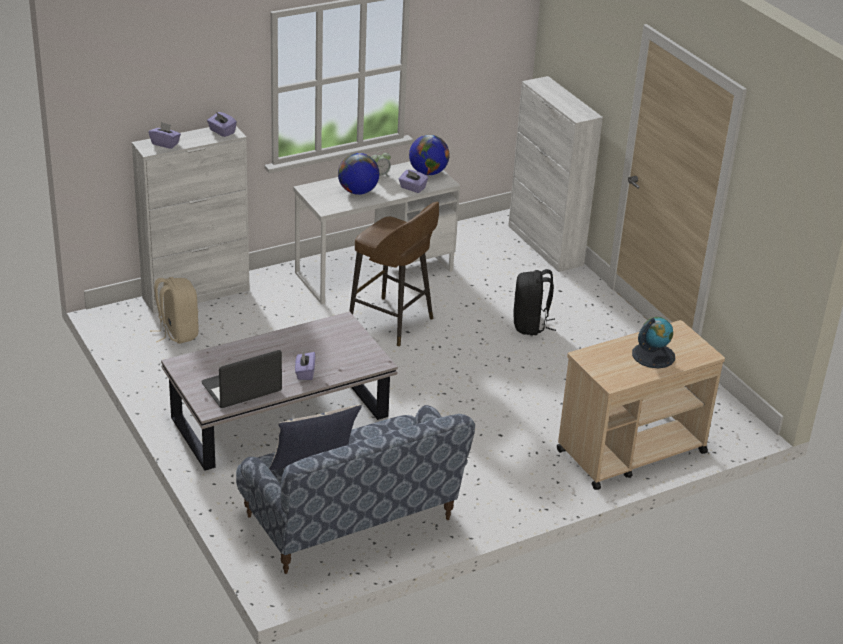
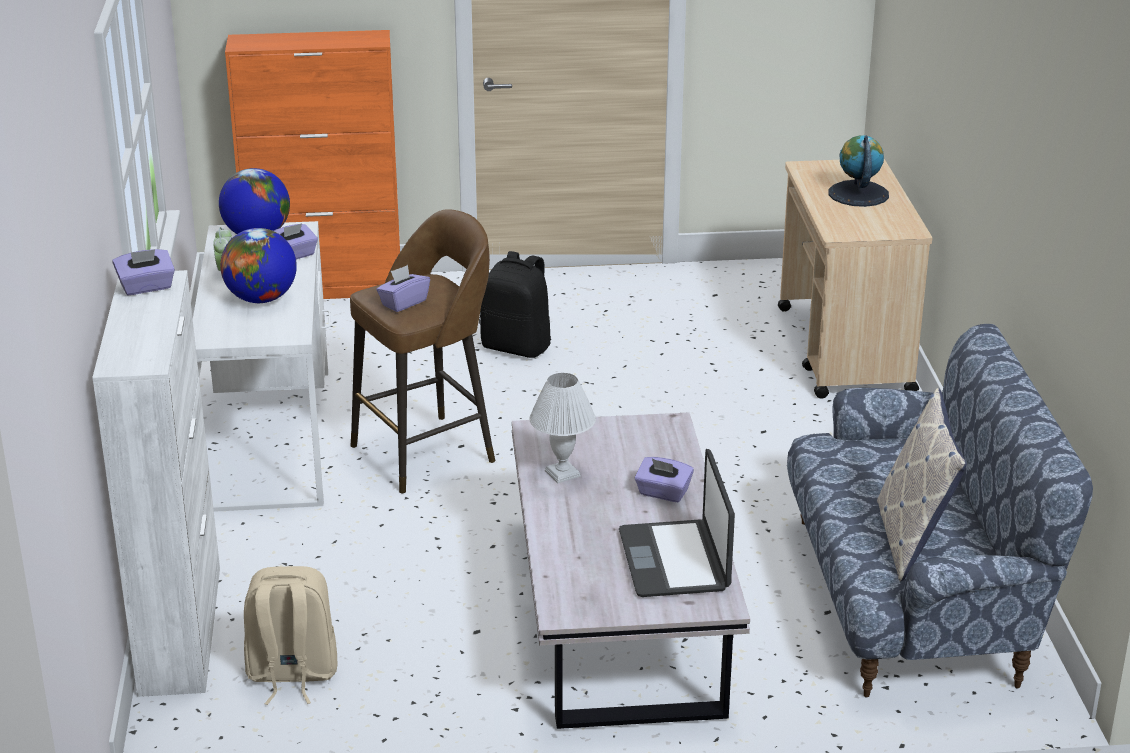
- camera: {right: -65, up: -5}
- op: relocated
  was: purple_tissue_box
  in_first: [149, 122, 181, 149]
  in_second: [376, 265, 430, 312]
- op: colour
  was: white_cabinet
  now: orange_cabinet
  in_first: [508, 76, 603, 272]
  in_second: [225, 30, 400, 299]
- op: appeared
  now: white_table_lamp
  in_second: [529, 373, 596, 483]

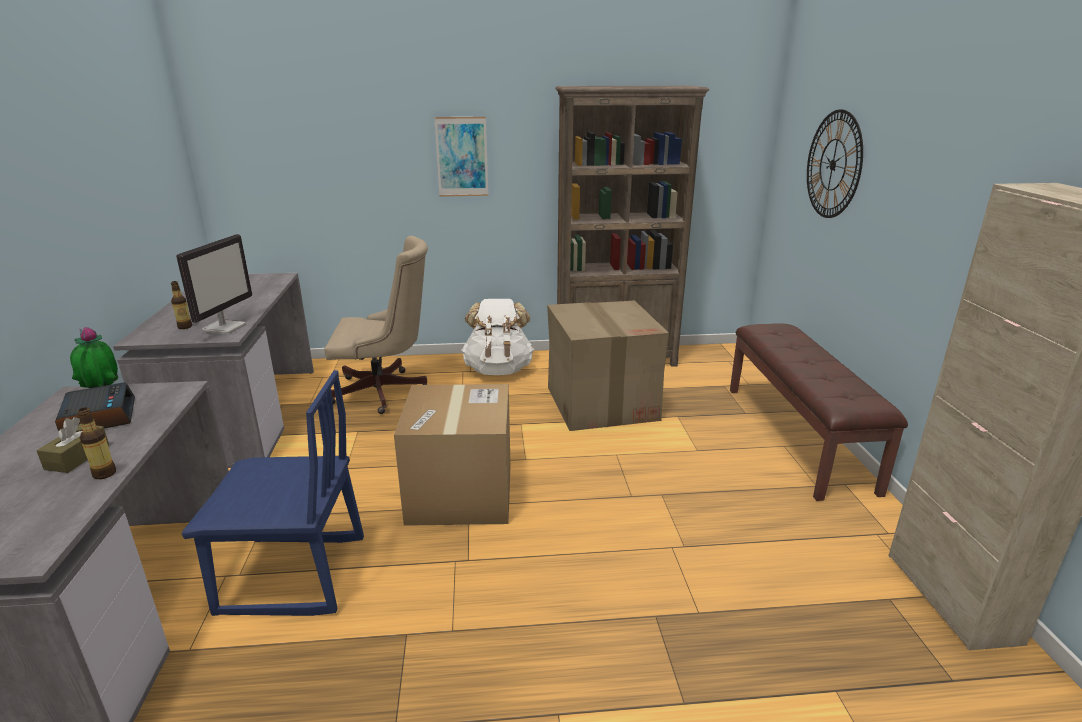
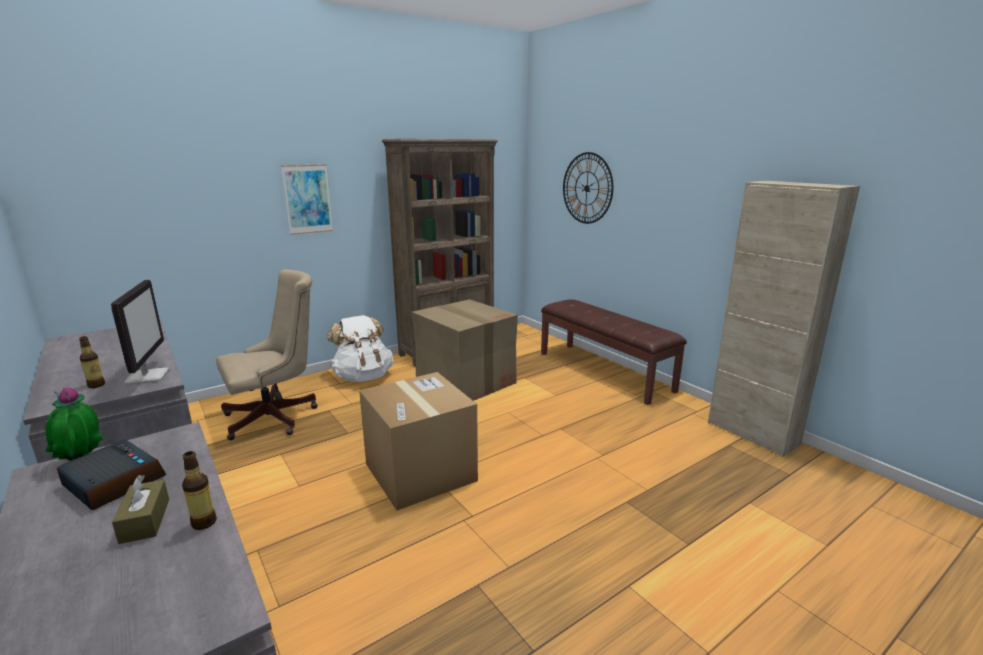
- camera: {right: -30, up: -5}
- op: missing
  was: blue_chair
  in_first: [181, 370, 364, 616]

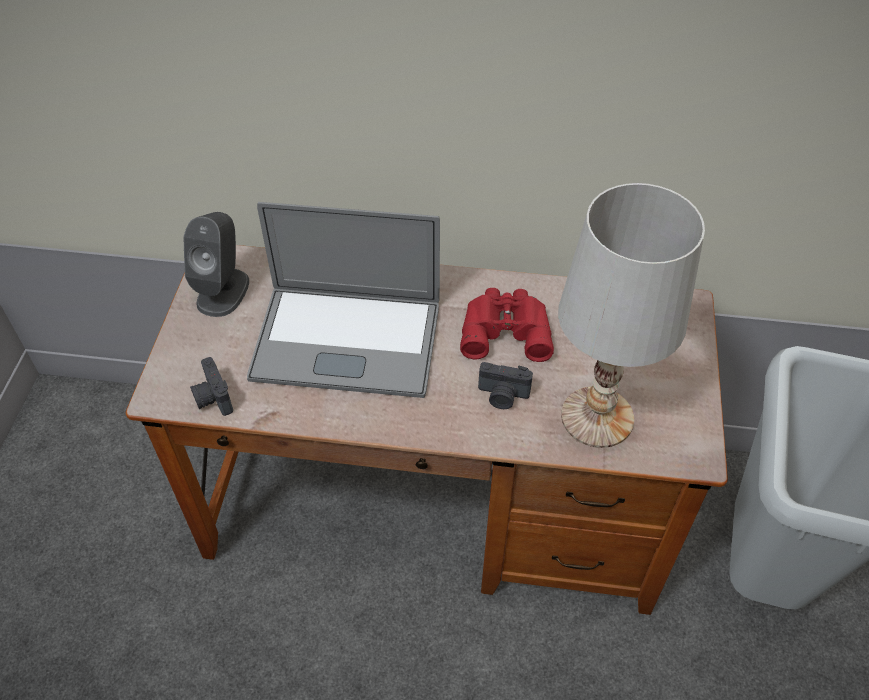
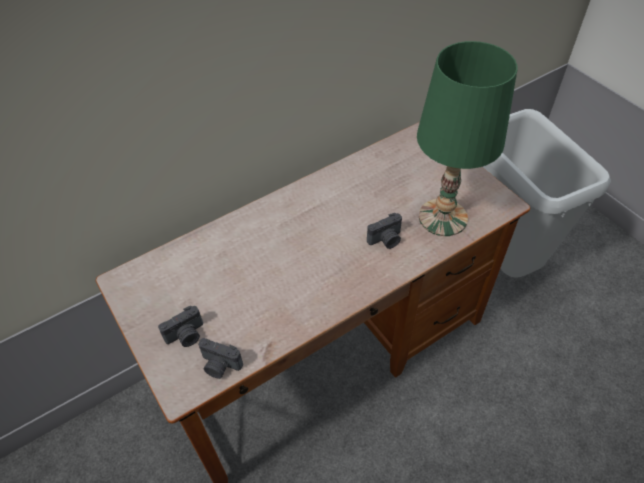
- camera: {right: -40, up: 0}
- op: missing
  was: grey_speaker
  in_first: [183, 212, 249, 317]
- op: missing
  was: laptop
  in_first: [247, 202, 440, 398]
- op: missing
  was: red_binoculars
  in_first: [460, 288, 554, 362]
- op: colour
  was: white_table_lamp
  now: green_table_lamp
  in_first: [558, 183, 705, 448]
  in_second: [417, 41, 518, 236]
- op: appeared
  now: photo_camera
  in_second: [158, 306, 203, 347]

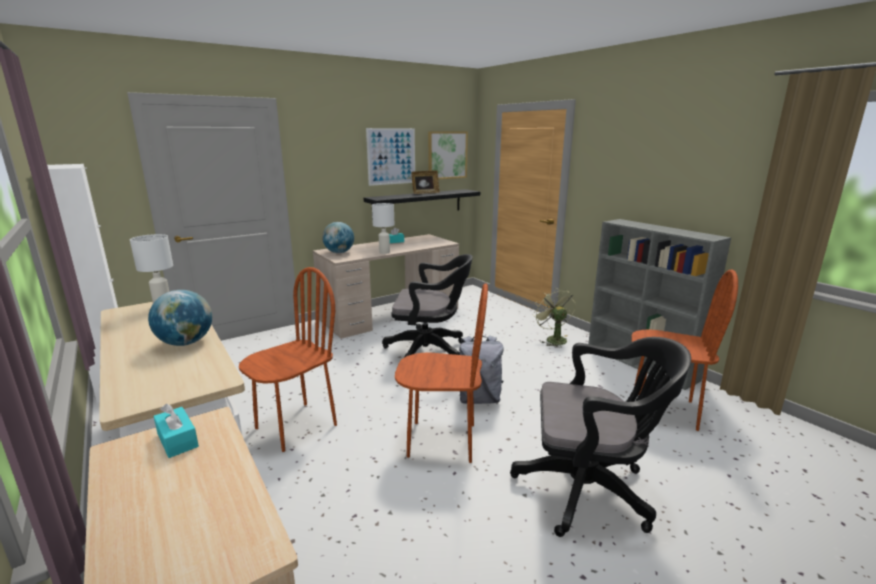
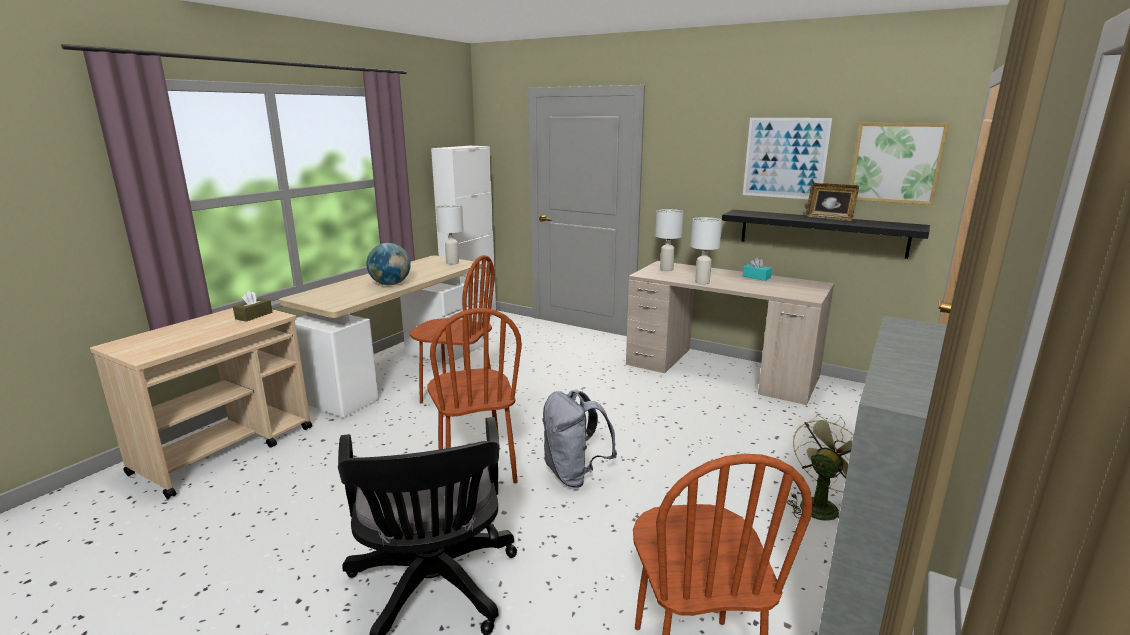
- camera: {right: 65, up: 0}
- op: colour
  was: turquoise_tissue_box
  now: brown_tissue_box
  in_first: [153, 404, 199, 458]
  in_second: [233, 290, 272, 322]
- op: exchanged
  was: globe
  now: white_table_lamp
  in_first: [322, 222, 354, 253]
  in_second: [655, 209, 684, 271]
- op: missing
  was: black_office_chair
  in_first: [382, 254, 473, 358]

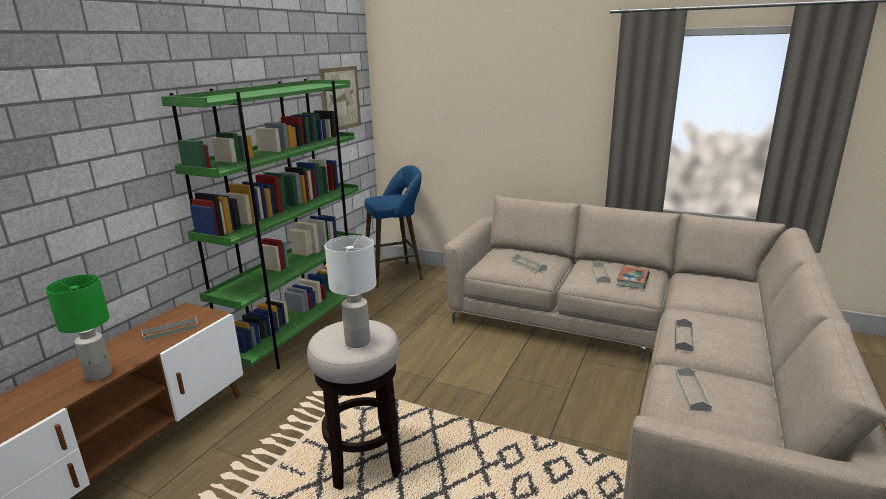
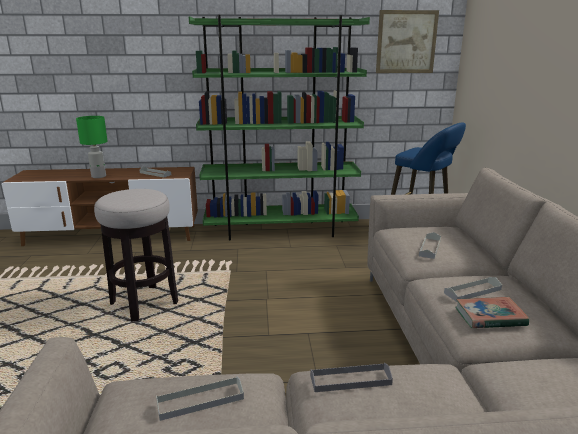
- camera: {right: 60, up: 0}
- op: missing
  was: white_table_lamp
  in_first: [325, 235, 377, 348]

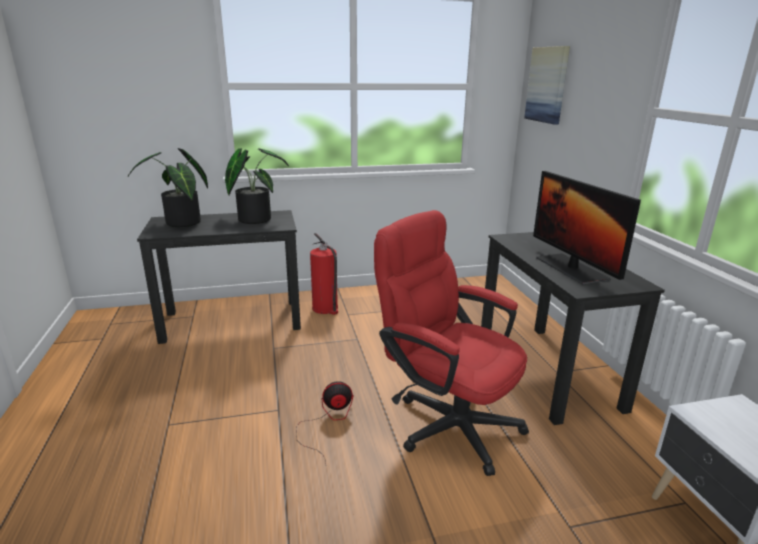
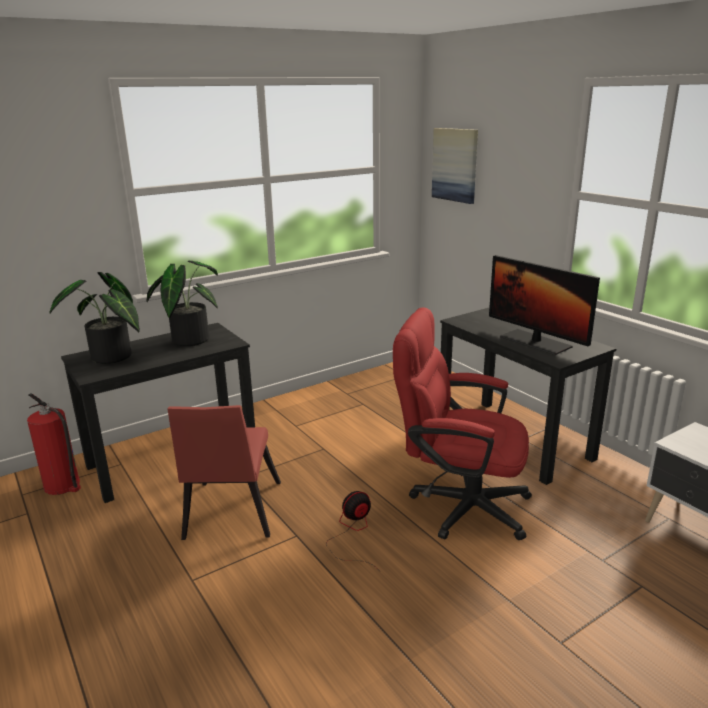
- camera: {right: -20, up: 0}
- op: relocated
  was: fire_extinguisher
  in_first: [310, 233, 338, 315]
  in_second: [27, 393, 81, 495]
- op: appeared
  now: red_chair
  in_second: [167, 405, 281, 540]

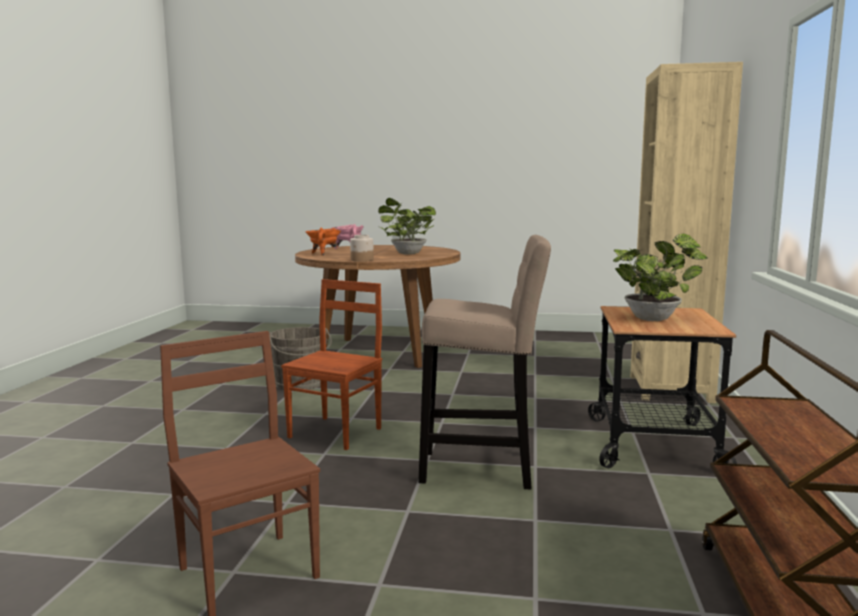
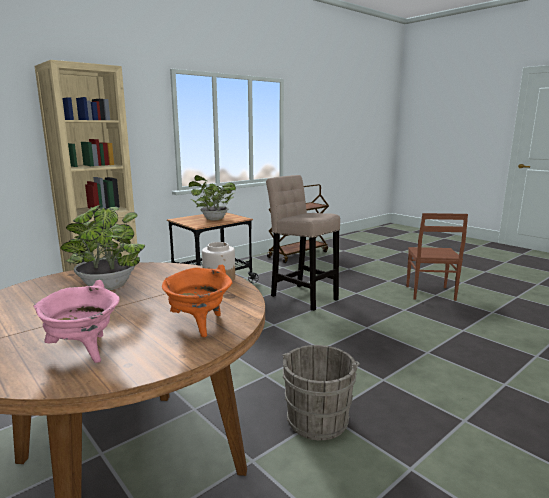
- camera: {right: -140, up: 5}
- op: missing
  was: brown_chair
  in_first: [281, 279, 382, 450]

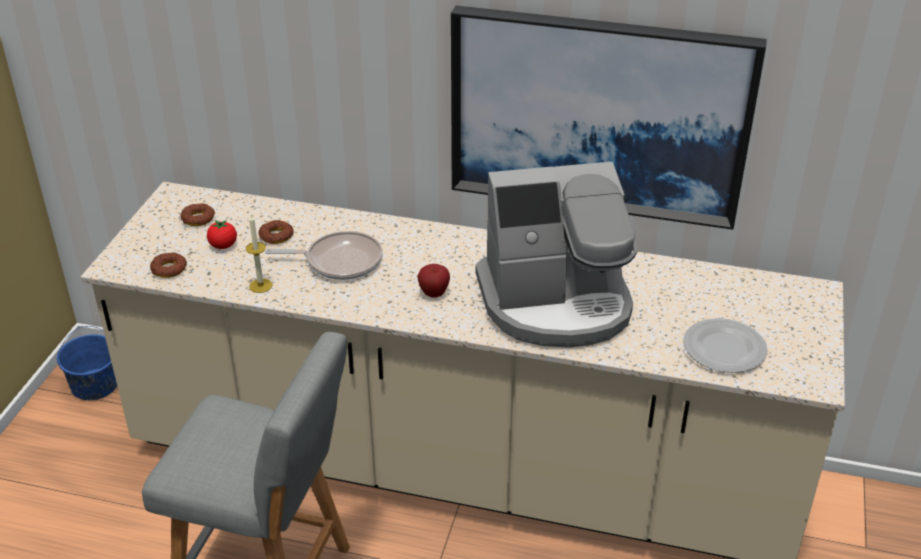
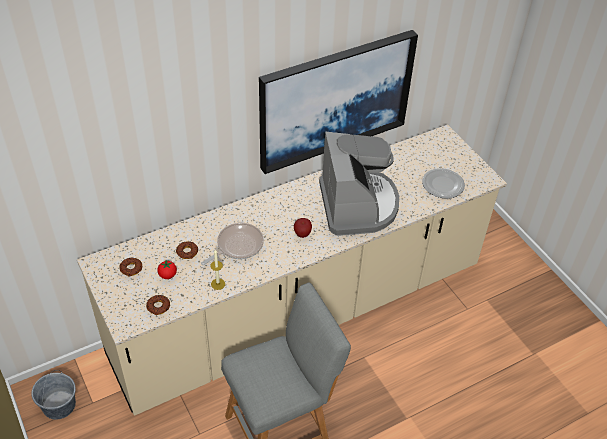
- camera: {right: -45, up: 10}
- op: colour
  was: blue_bucket
  now: grey_bucket
  in_first: [57, 326, 117, 400]
  in_second: [31, 370, 76, 420]
- op: spun
  was: coffee_machine
  in_first: [476, 162, 637, 348]
  in_second: [319, 132, 399, 236]
  clockwise: -45

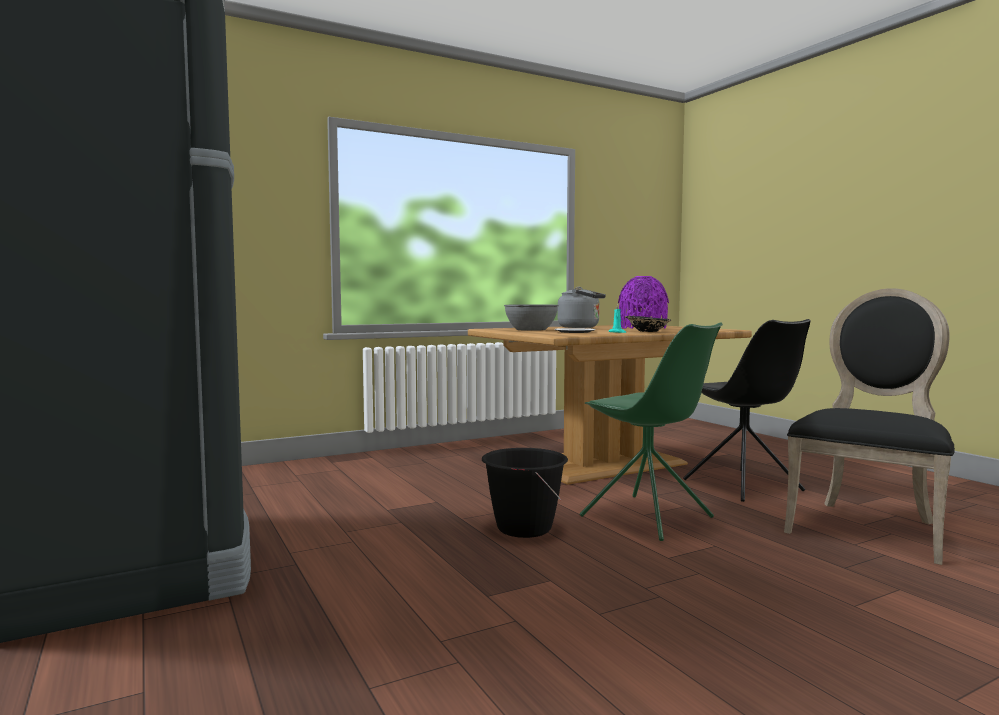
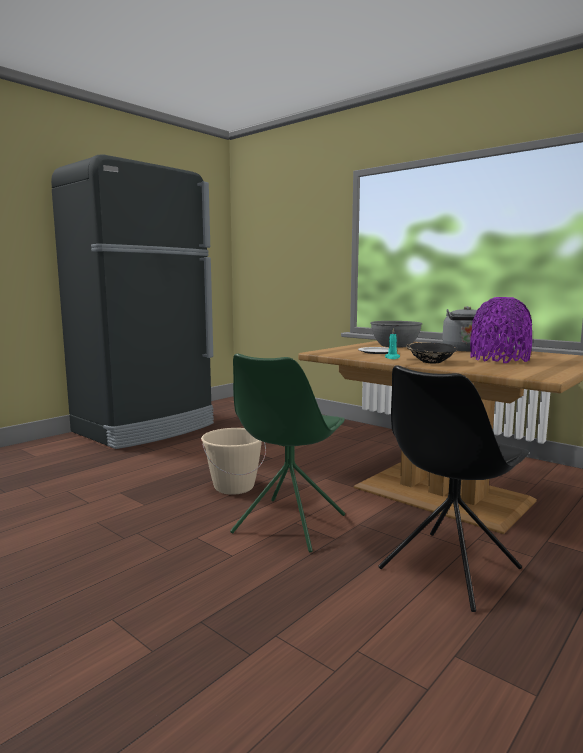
- camera: {right: 70, up: 5}
- op: colour
  was: black_bucket
  now: beige_bucket
  in_first: [482, 448, 568, 538]
  in_second: [201, 428, 266, 495]
- op: missing
  was: black_chair
  in_first: [784, 288, 955, 565]

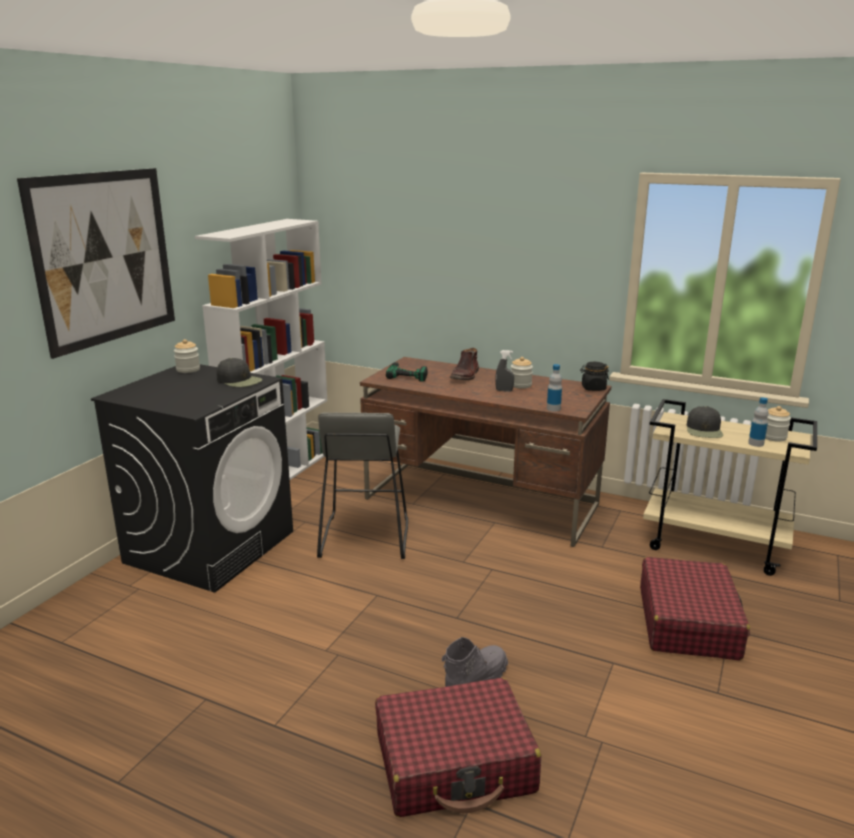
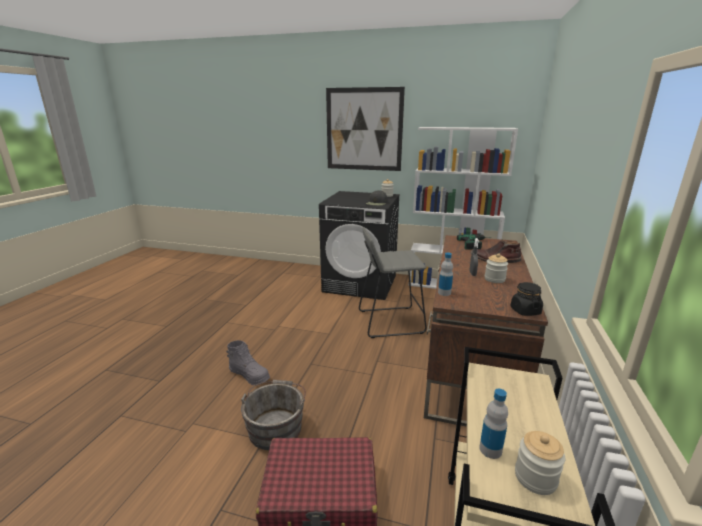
- camera: {right: 80, up: 0}
- op: missing
  was: red_suitcase
  in_first: [375, 678, 541, 817]
- op: missing
  was: black_cap
  in_first: [687, 406, 723, 438]
- op: appeared
  now: grey_bucket
  in_second: [241, 380, 306, 450]

